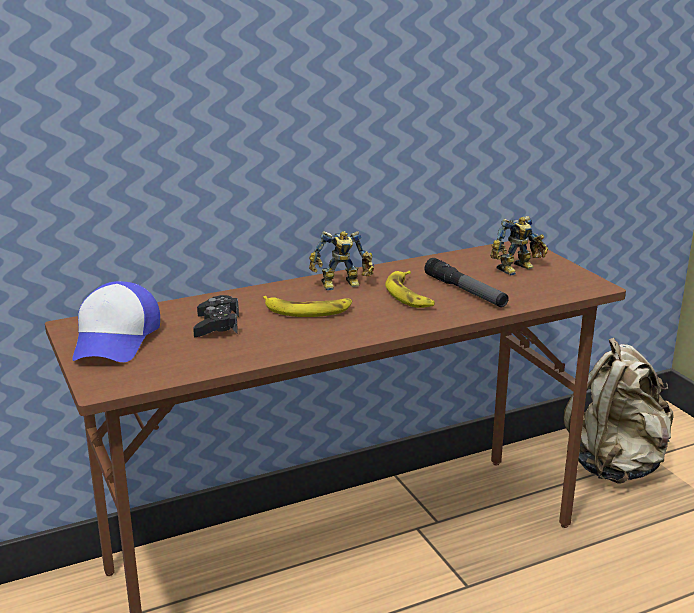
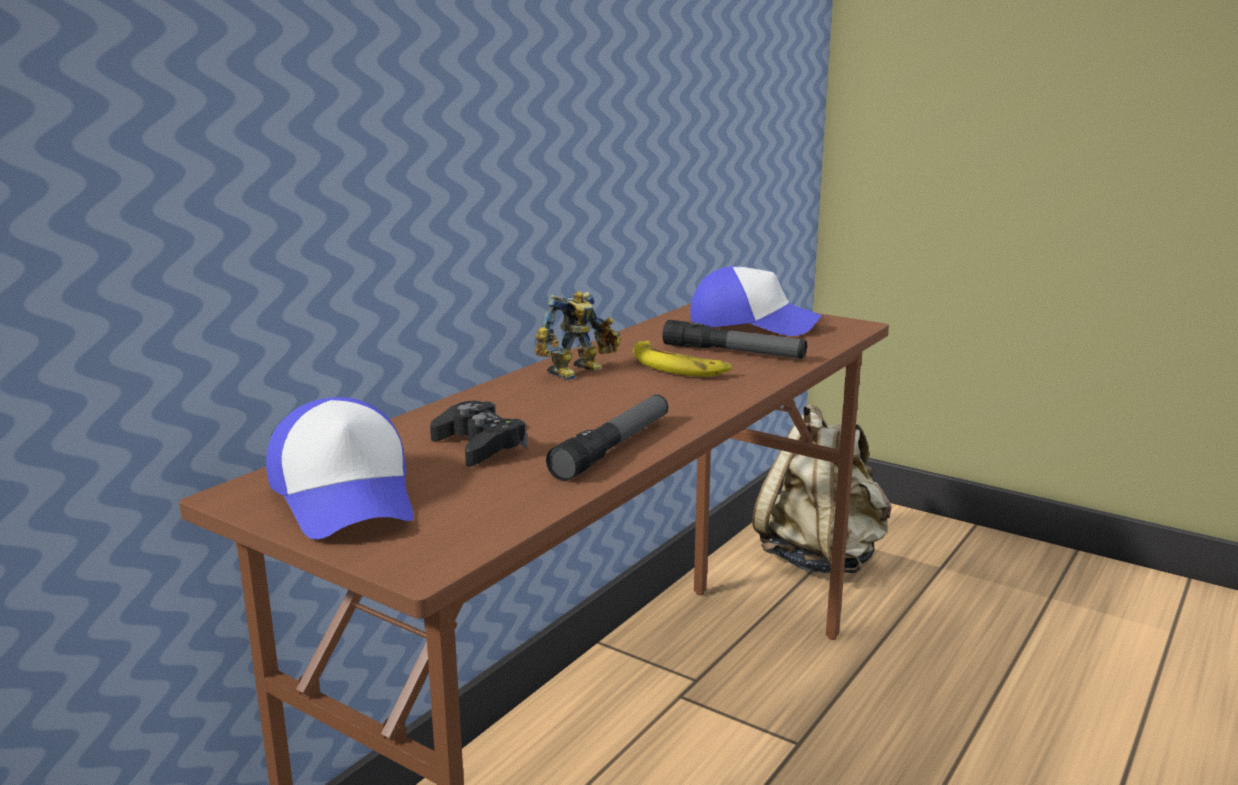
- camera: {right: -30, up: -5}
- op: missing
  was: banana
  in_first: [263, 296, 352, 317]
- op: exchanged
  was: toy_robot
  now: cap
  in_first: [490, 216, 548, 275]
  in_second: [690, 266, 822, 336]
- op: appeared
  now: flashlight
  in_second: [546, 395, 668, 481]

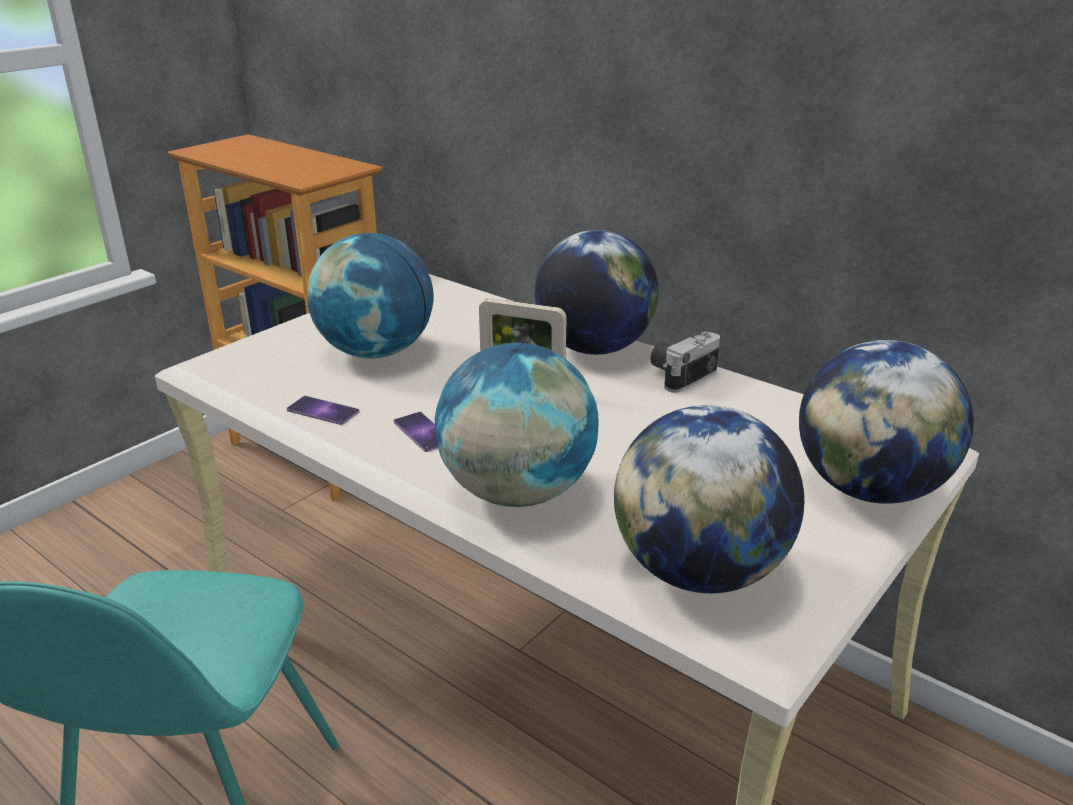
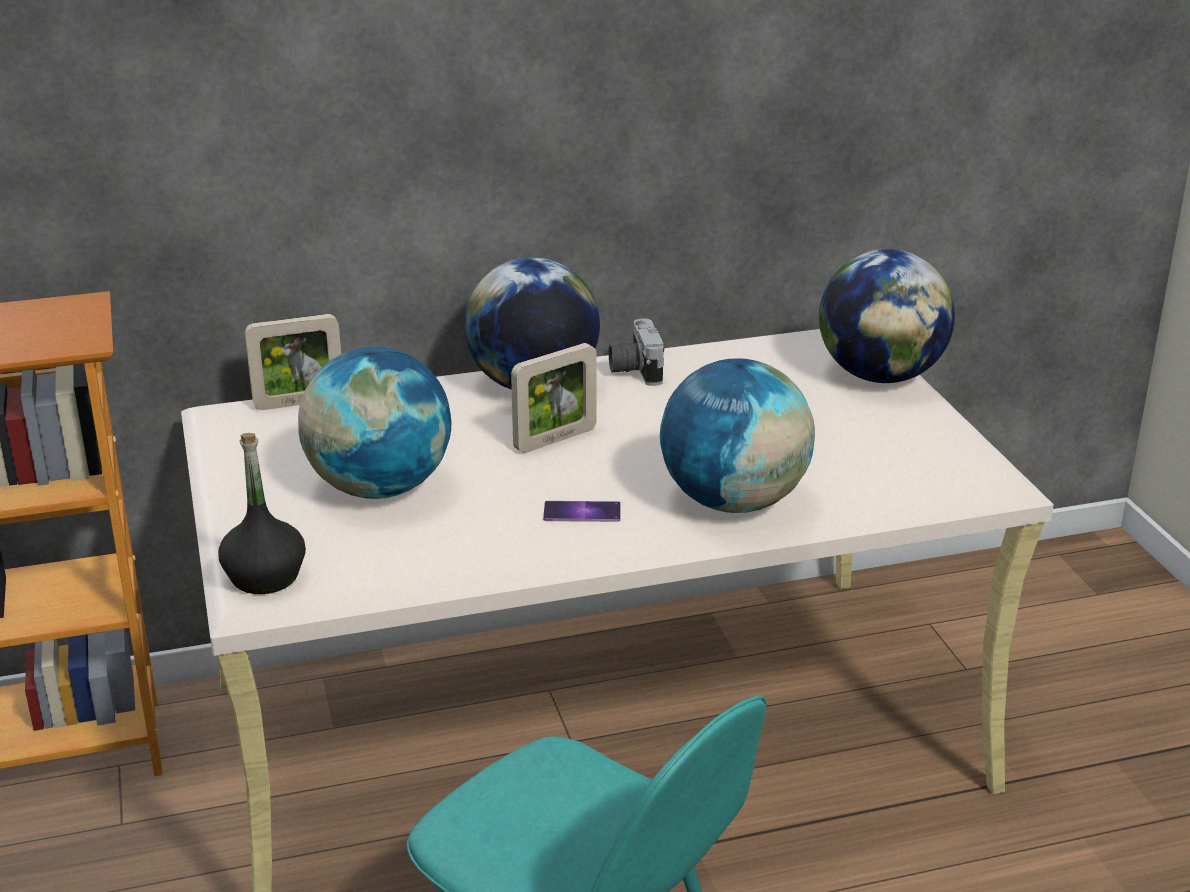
- camera: {right: -55, up: 0}
- op: missing
  was: phone
  in_first: [287, 396, 359, 425]
- op: missing
  was: globe
  in_first: [614, 405, 804, 593]
- op: appeared
  now: black_bottle
  in_second: [218, 433, 306, 594]
- op: appeared
  now: picture_frame
  in_second: [245, 314, 341, 410]

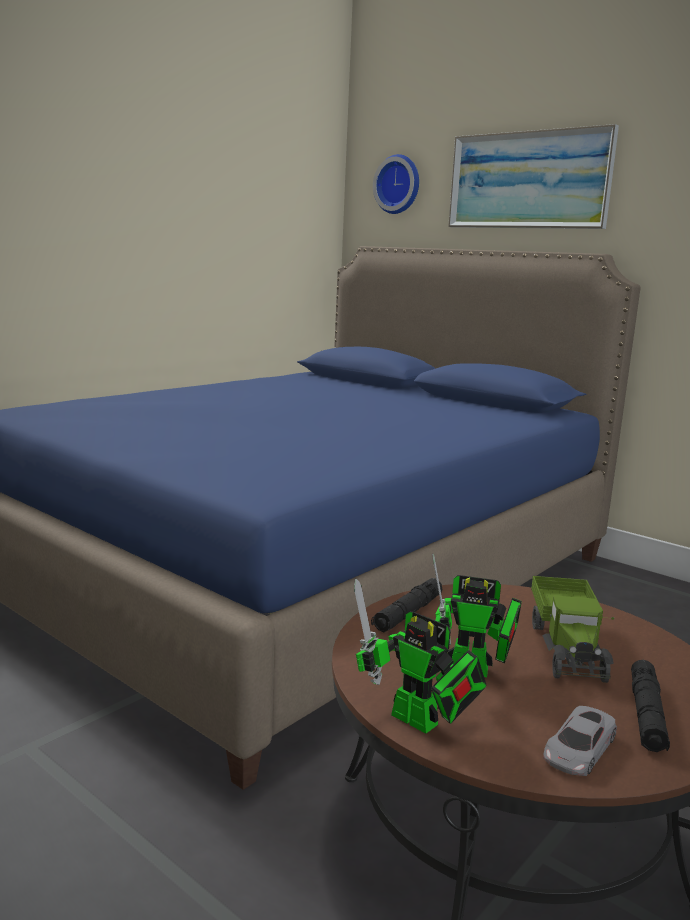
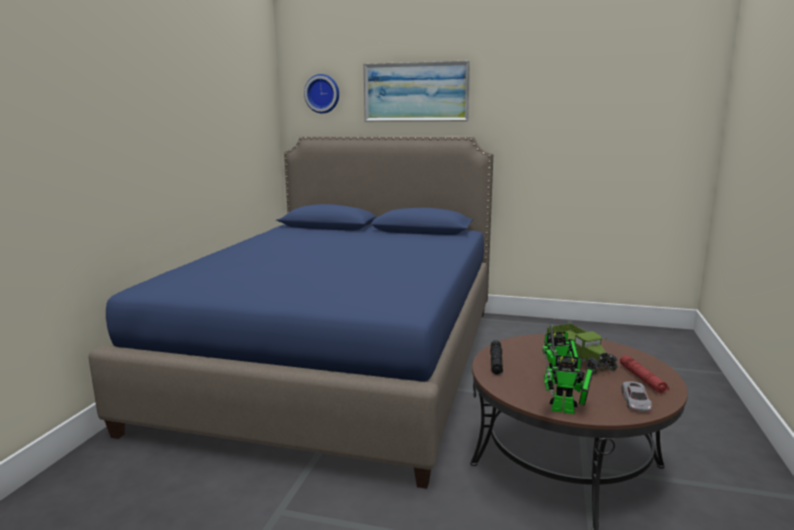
- camera: {right: -25, up: 0}
- op: colour
  was: black_flashlight
  now: red_flashlight
  in_first: [631, 660, 670, 752]
  in_second: [620, 355, 669, 393]

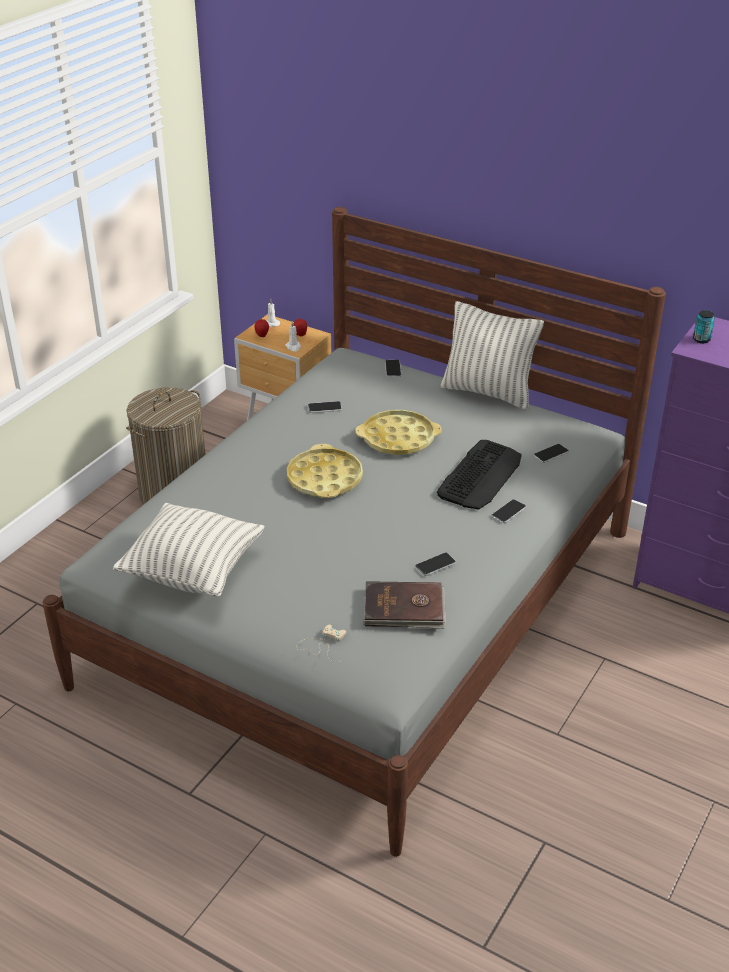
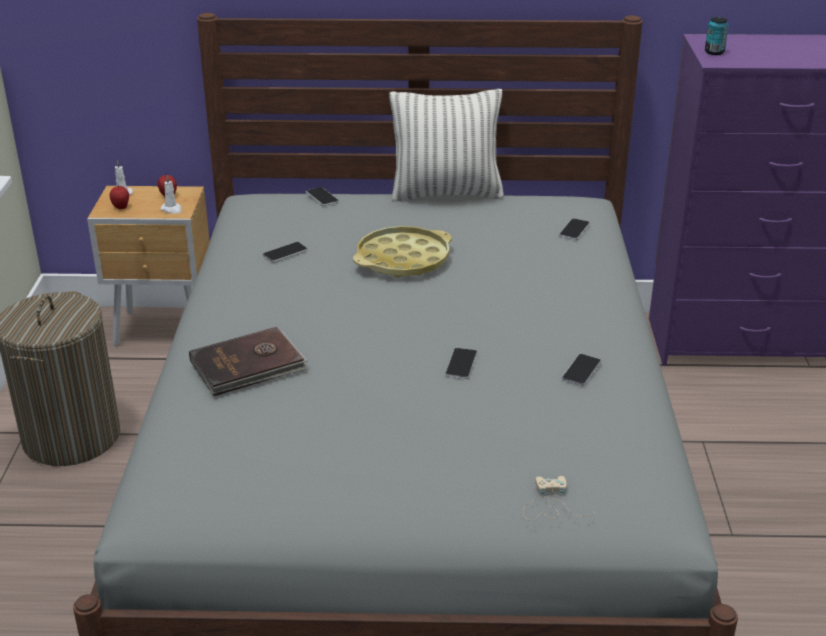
- camera: {right: -30, up: -5}
- op: missing
  was: pillow
  in_first: [113, 503, 265, 597]
- op: missing
  was: yellow_tray
  in_first: [287, 444, 363, 498]
- op: relocated
  was: brown_book
  in_first: [363, 582, 446, 629]
  in_second: [189, 327, 308, 396]
- op: missing
  was: keyboard
  in_first: [437, 440, 522, 509]
- op: relocated
  was: phone
  in_first: [491, 499, 526, 523]
  in_second: [445, 348, 478, 379]

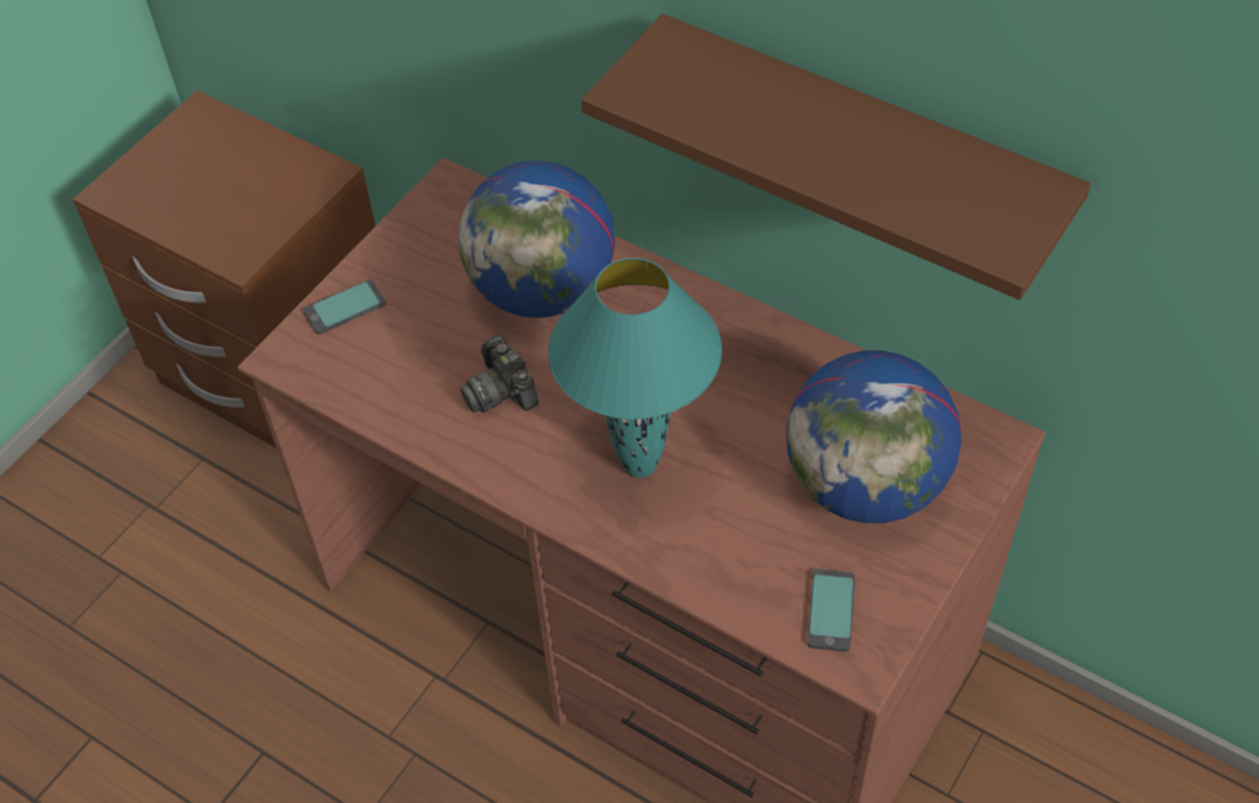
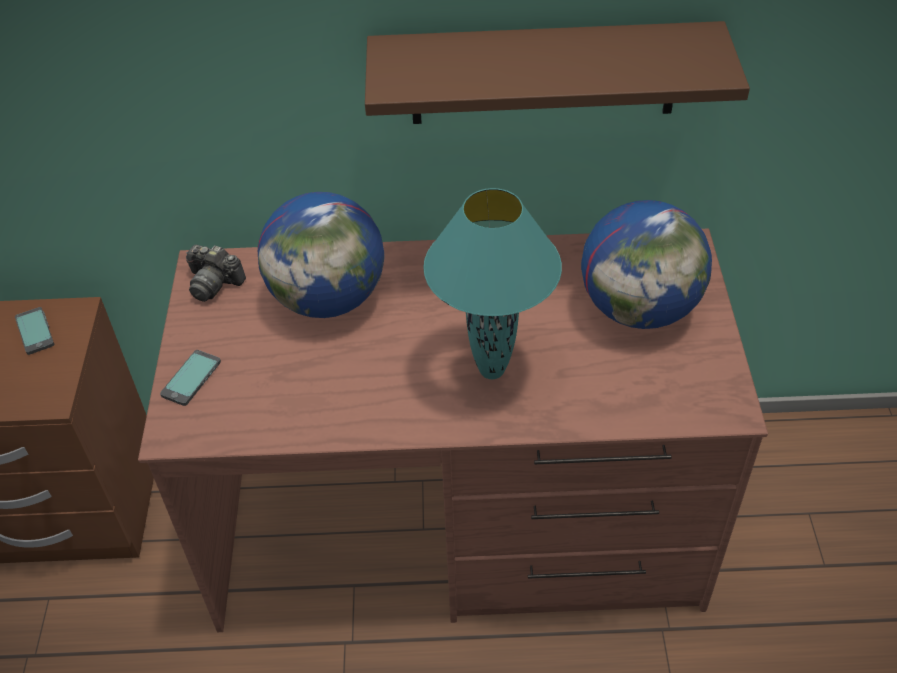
- camera: {right: -35, up: -5}
- op: relocated
  was: photo_camera
  in_first: [460, 335, 539, 413]
  in_second: [186, 245, 246, 302]
- op: relocated
  was: phone
  in_first: [807, 569, 855, 652]
  in_second: [15, 307, 54, 355]

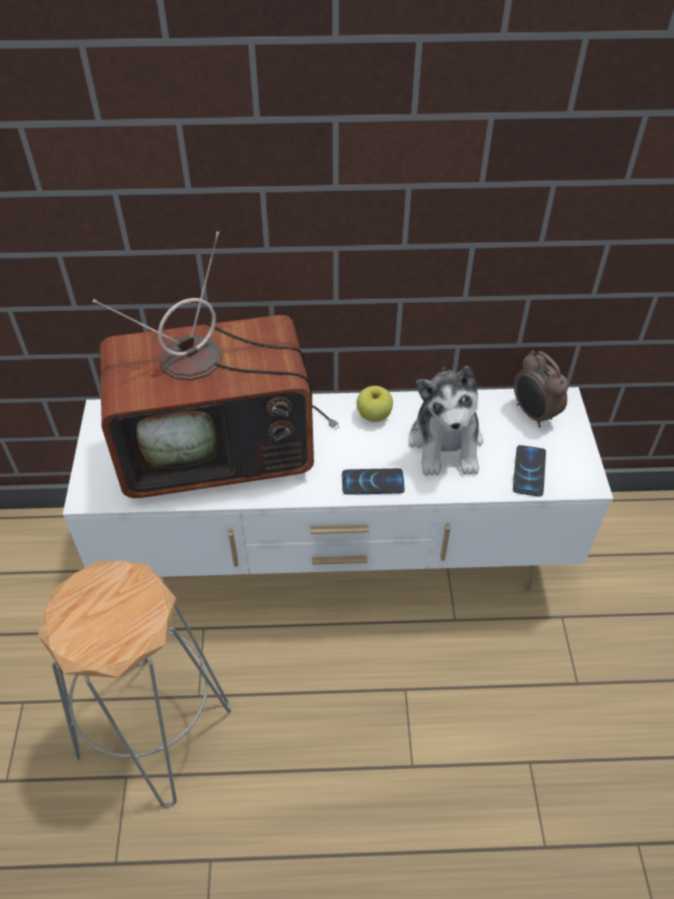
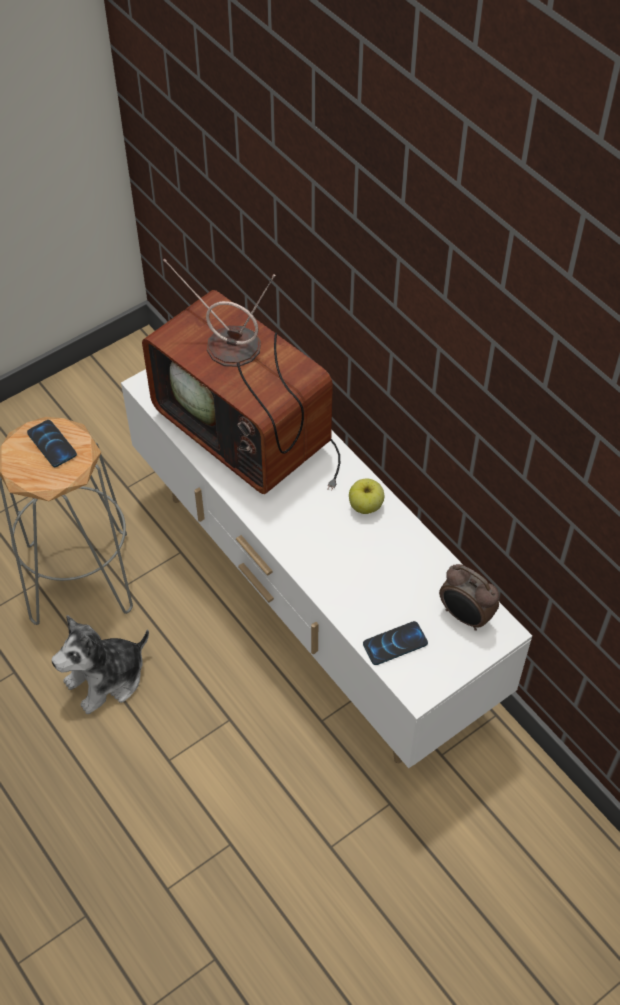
- camera: {right: 55, up: 5}
- op: relocated
  was: phone
  in_first: [342, 468, 405, 495]
  in_second: [27, 420, 77, 467]
- op: relocated
  was: plush_toy
  in_first: [409, 366, 483, 476]
  in_second: [51, 615, 149, 714]
- op: spun
  was: alarm_clock
  in_first: [514, 350, 569, 428]
  in_second: [439, 564, 499, 631]
  clockwise: -75

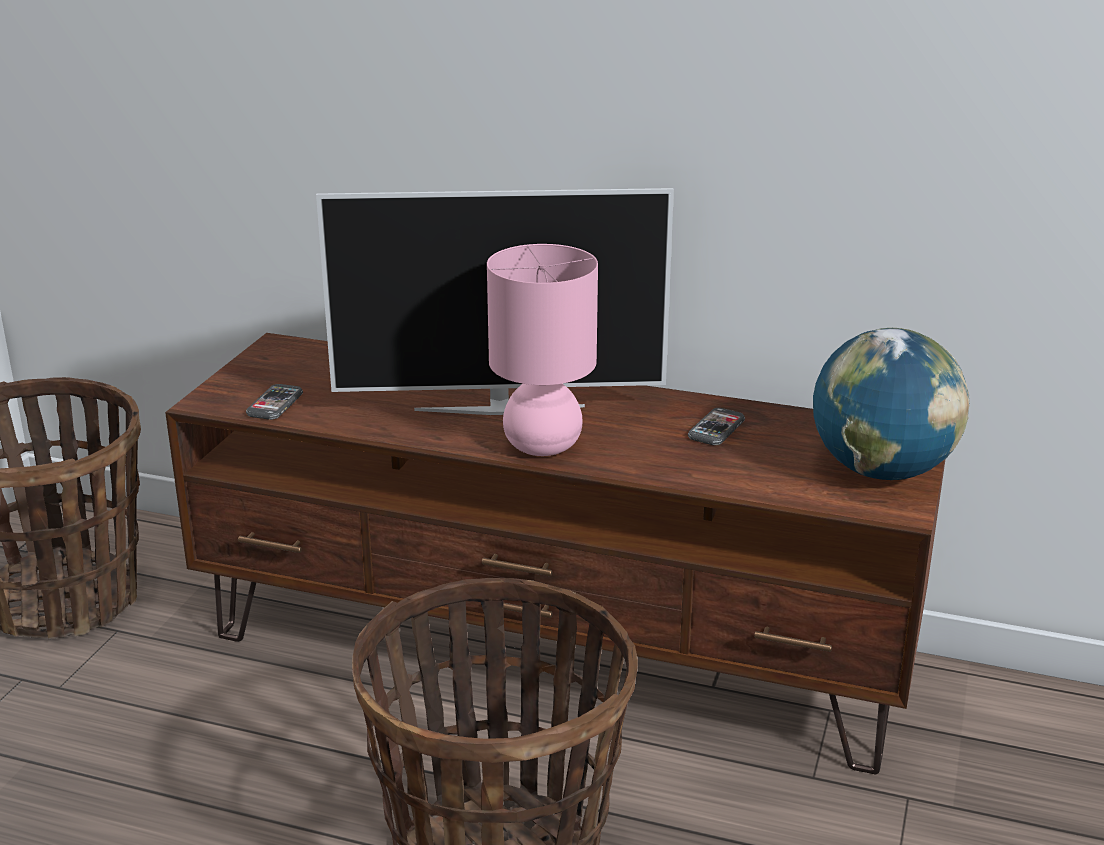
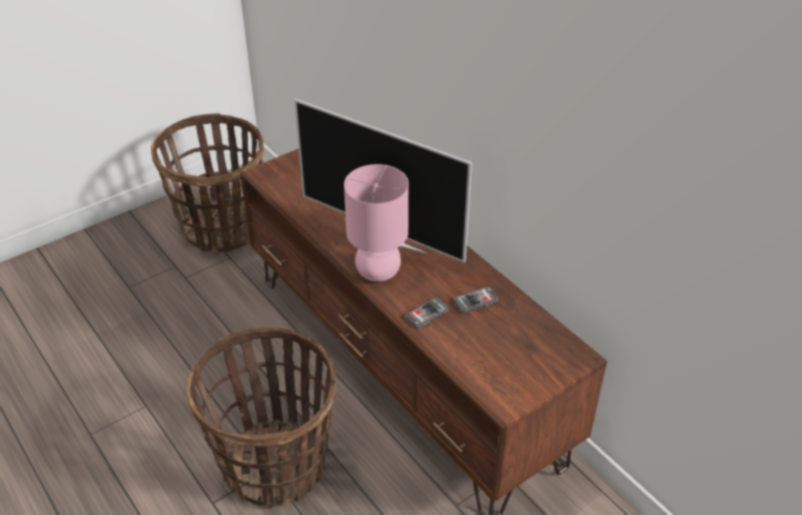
- camera: {right: 35, up: 15}
- op: relocated
  was: phone
  in_first: [246, 384, 303, 420]
  in_second: [406, 298, 449, 328]
- op: missing
  was: globe
  in_first: [813, 328, 970, 480]

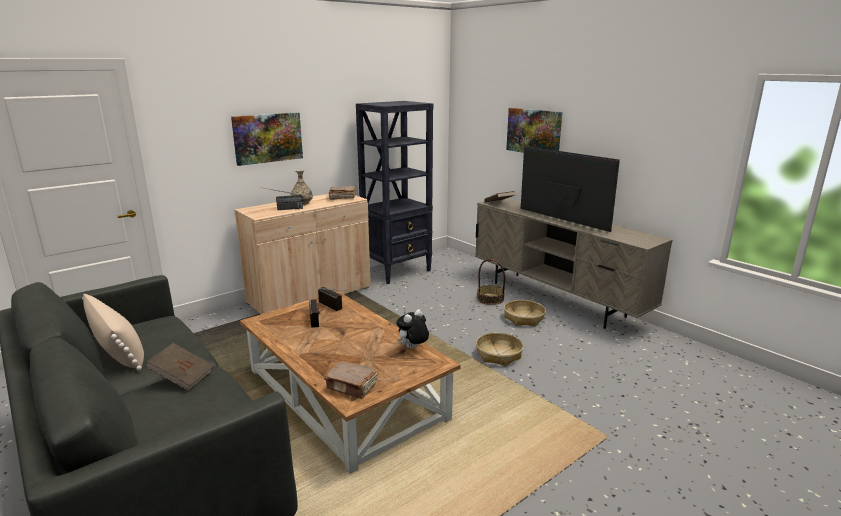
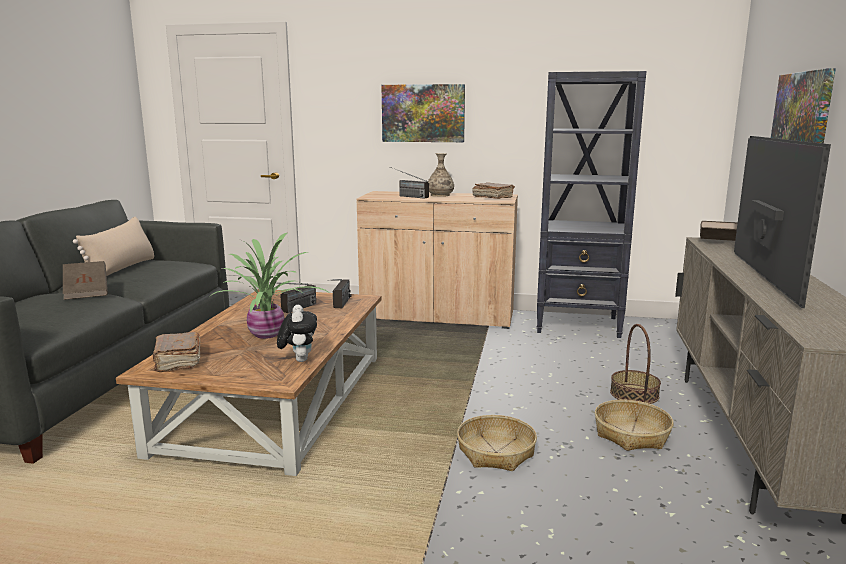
- camera: {right: 50, up: -5}
- op: spun
  was: plush_toy
  in_first: [396, 309, 429, 349]
  in_second: [277, 305, 317, 362]
  clockwise: 75
- op: appeared
  now: potted_plant
  in_second: [208, 233, 328, 339]

